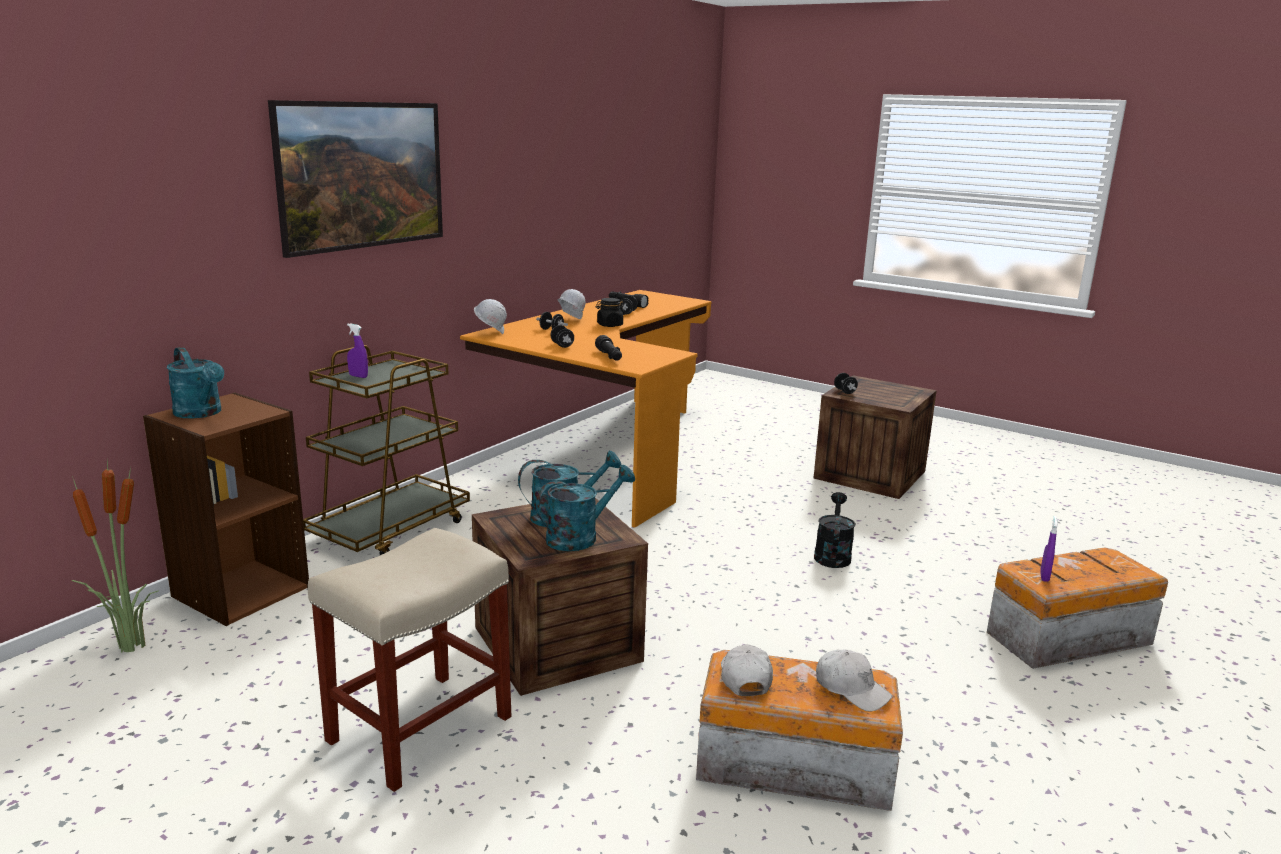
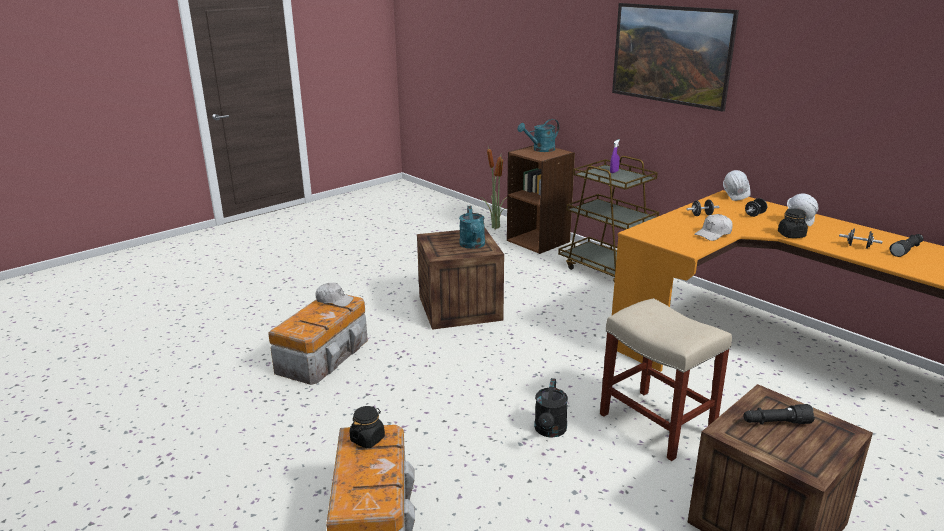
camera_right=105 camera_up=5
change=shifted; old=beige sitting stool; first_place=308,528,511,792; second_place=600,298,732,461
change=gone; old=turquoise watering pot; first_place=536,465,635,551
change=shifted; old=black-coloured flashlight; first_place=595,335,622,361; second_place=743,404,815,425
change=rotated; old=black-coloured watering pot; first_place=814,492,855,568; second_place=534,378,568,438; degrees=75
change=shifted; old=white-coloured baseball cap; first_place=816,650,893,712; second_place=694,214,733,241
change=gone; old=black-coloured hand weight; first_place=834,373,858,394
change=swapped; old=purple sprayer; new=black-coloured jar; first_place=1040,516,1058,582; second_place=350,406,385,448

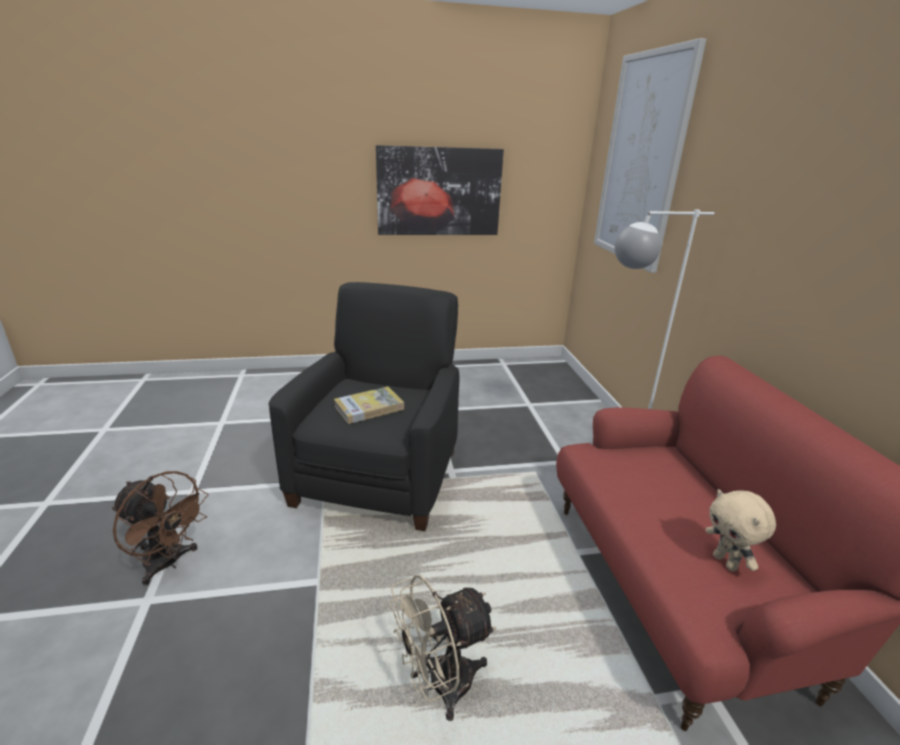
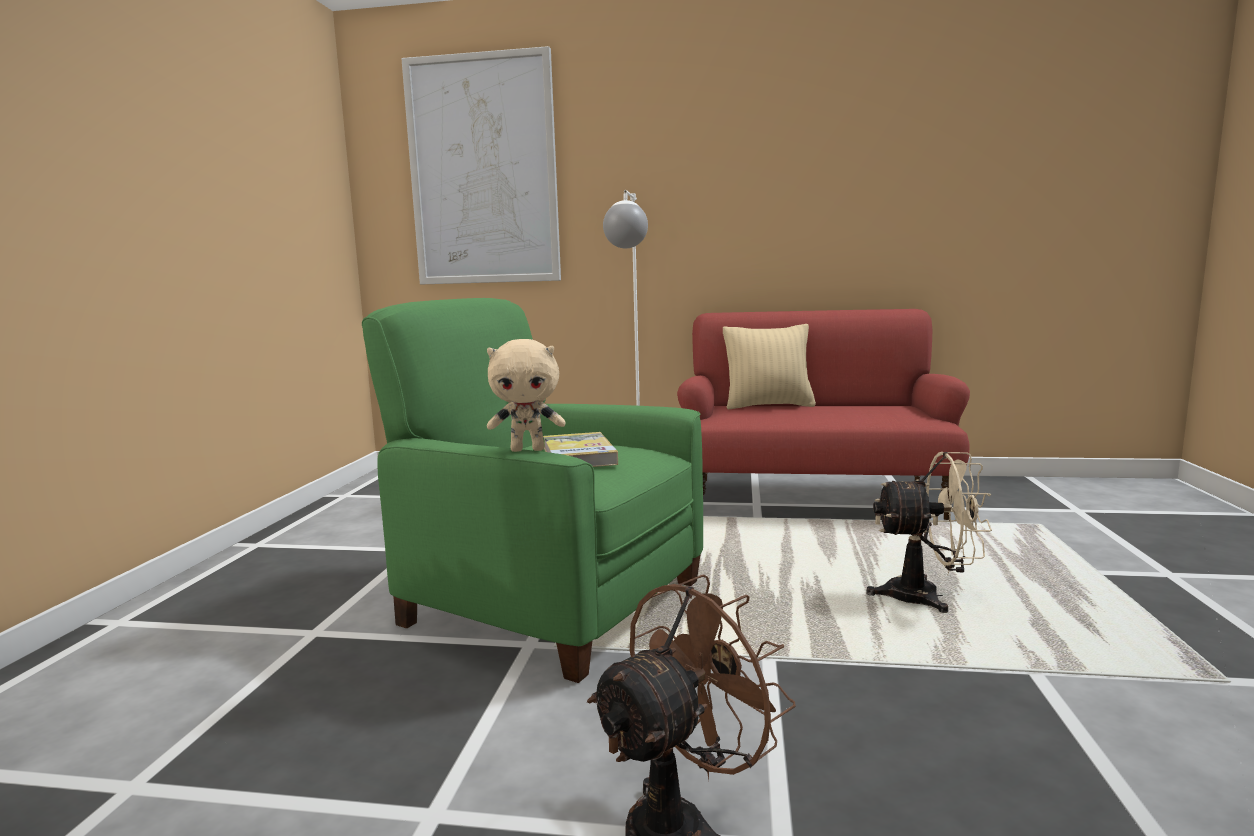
camera_right=-70 camera_up=-15
change=repainted; old=black-coloured lounge chair; new=green lounge chair; first_place=269,282,460,531; second_place=362,298,703,683
change=gone; old=picture; first_place=376,145,504,235
change=rotated; old=beige fan; first_place=389,575,497,721; second_place=866,452,992,613; degrees=-75
change=shifted; old=beige soft toy; first_place=705,489,776,571; second_place=487,339,566,452
change=new; new=beige cushion; second_place=723,324,816,409

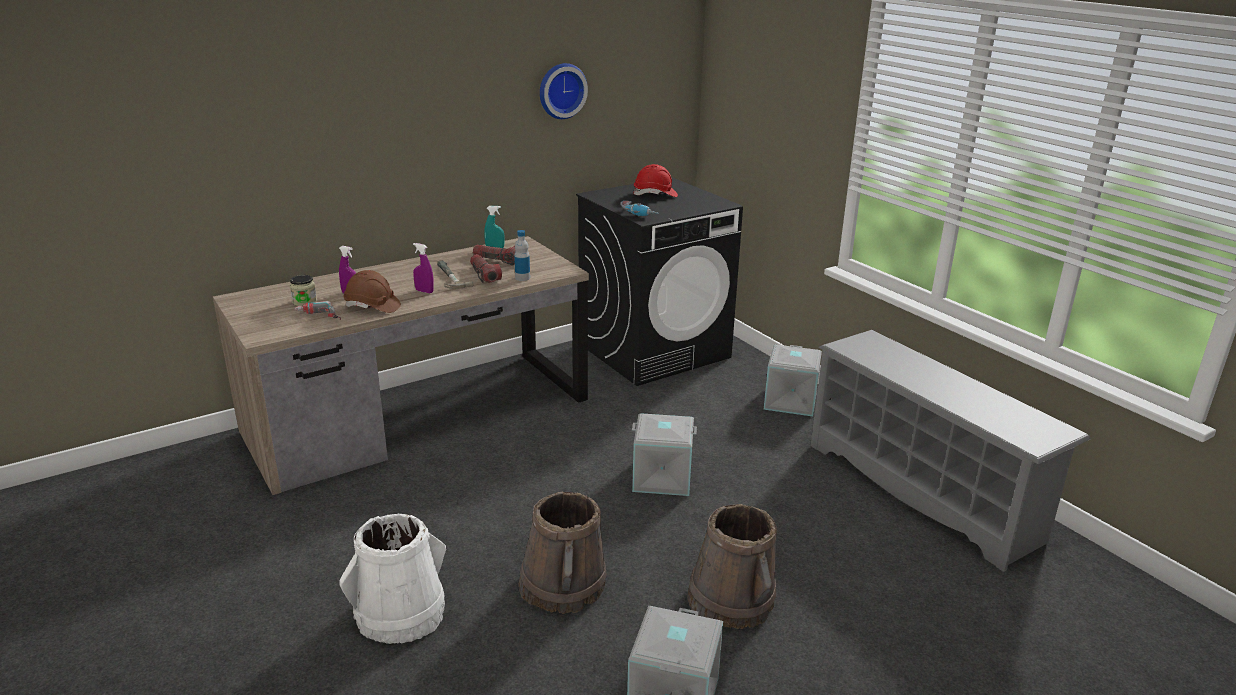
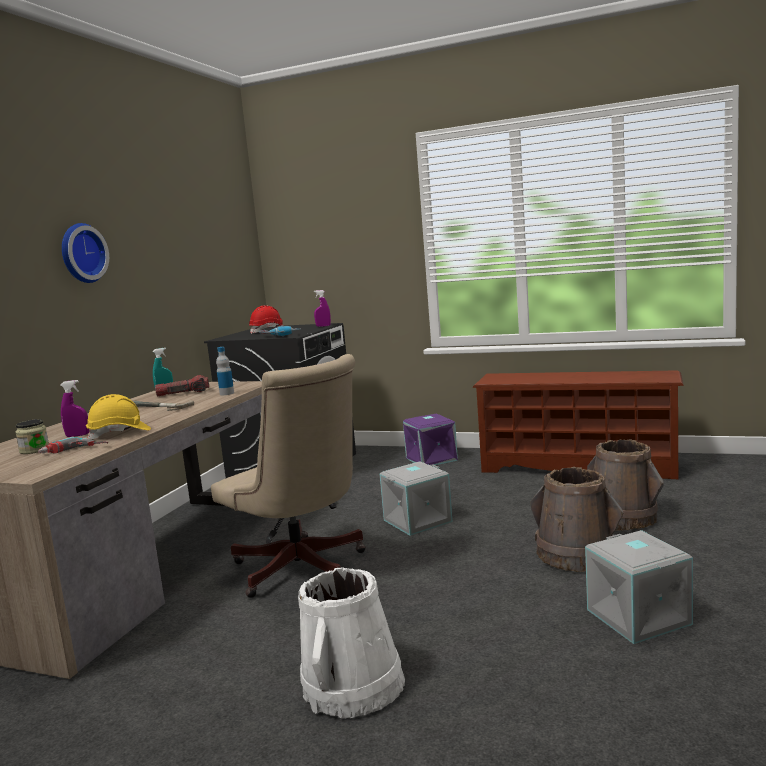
camera_right=-35 camera_up=-15
change=repainted; old=brownish work helmet; new=yellowish work helmet; first_place=344,270,401,313; second_place=86,394,151,439
change=shifted; old=purple sprayer; first_place=413,243,434,293; second_place=314,290,331,327
change=gone; old=flashlight; first_place=470,254,502,283
change=shifted; old=brownish bucket; first_place=519,492,606,614; second_place=587,439,664,530
change=shifted; old=clock on the wall; first_place=540,63,588,119; second_place=62,223,109,283
change=repainted; old=gray storage box; new=purple storage box; first_place=764,344,822,416; second_place=403,414,458,465
change=repainted; old=gray shoe rack; new=brownish shoe rack; first_place=811,330,1091,572; second_place=472,370,684,479
change=new; new=beige office chair; second_place=211,354,366,598

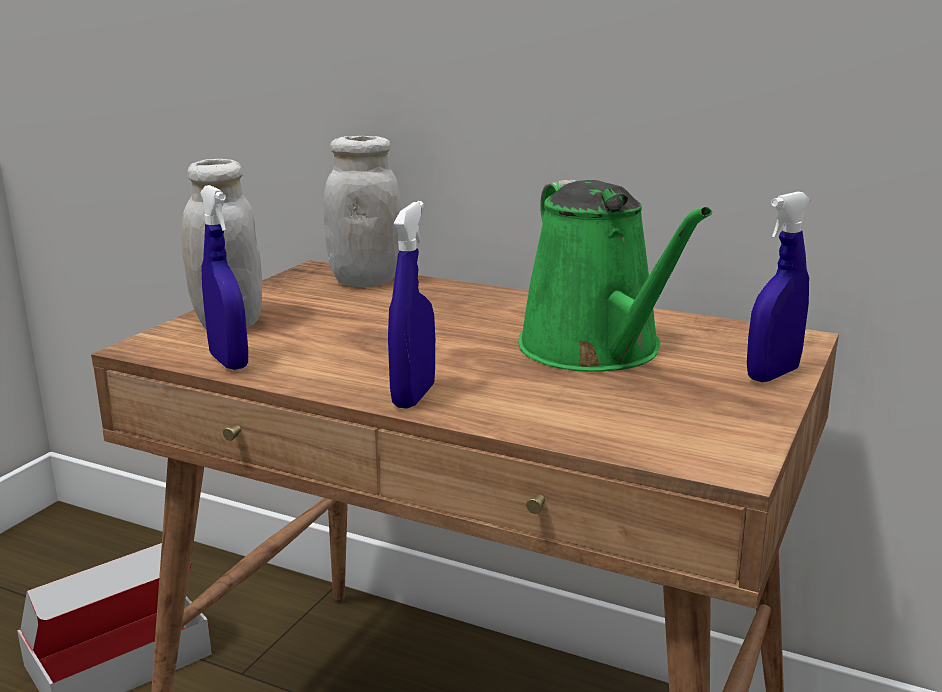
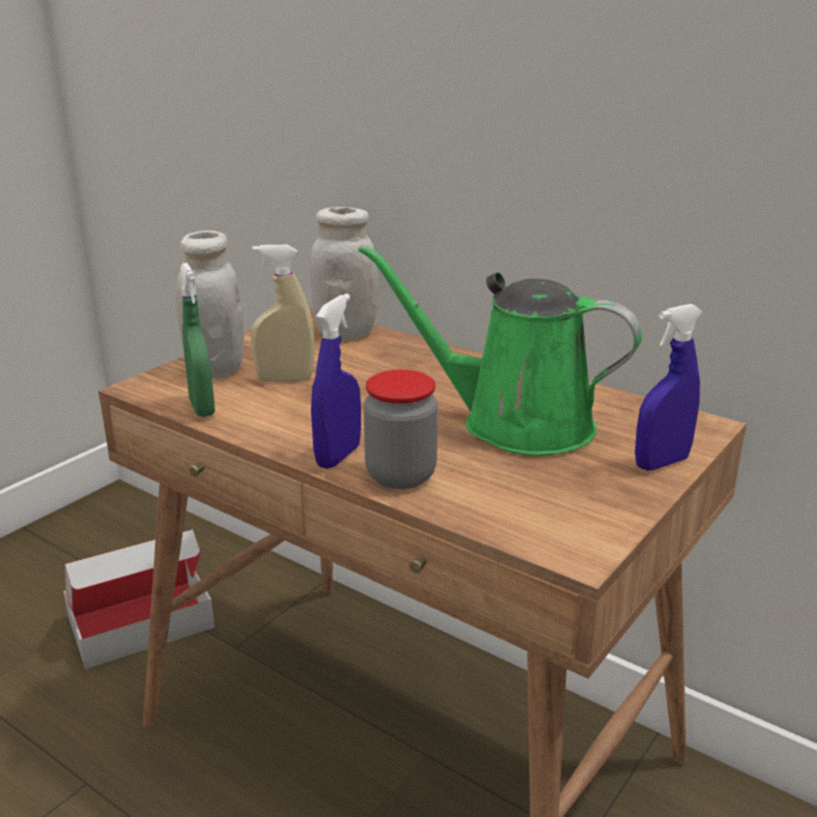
camera_right=10 camera_up=5
change=repainted; old=blue-coloured sprayer; new=green sprayer; first_place=200,185,248,370; second_place=180,263,215,417
change=rotated; old=green watering pot; first_place=518,180,712,372; second_place=358,244,642,456; degrees=120
change=new; new=beige sprayer; second_place=251,245,314,382
change=new; new=jar; second_place=364,370,438,489

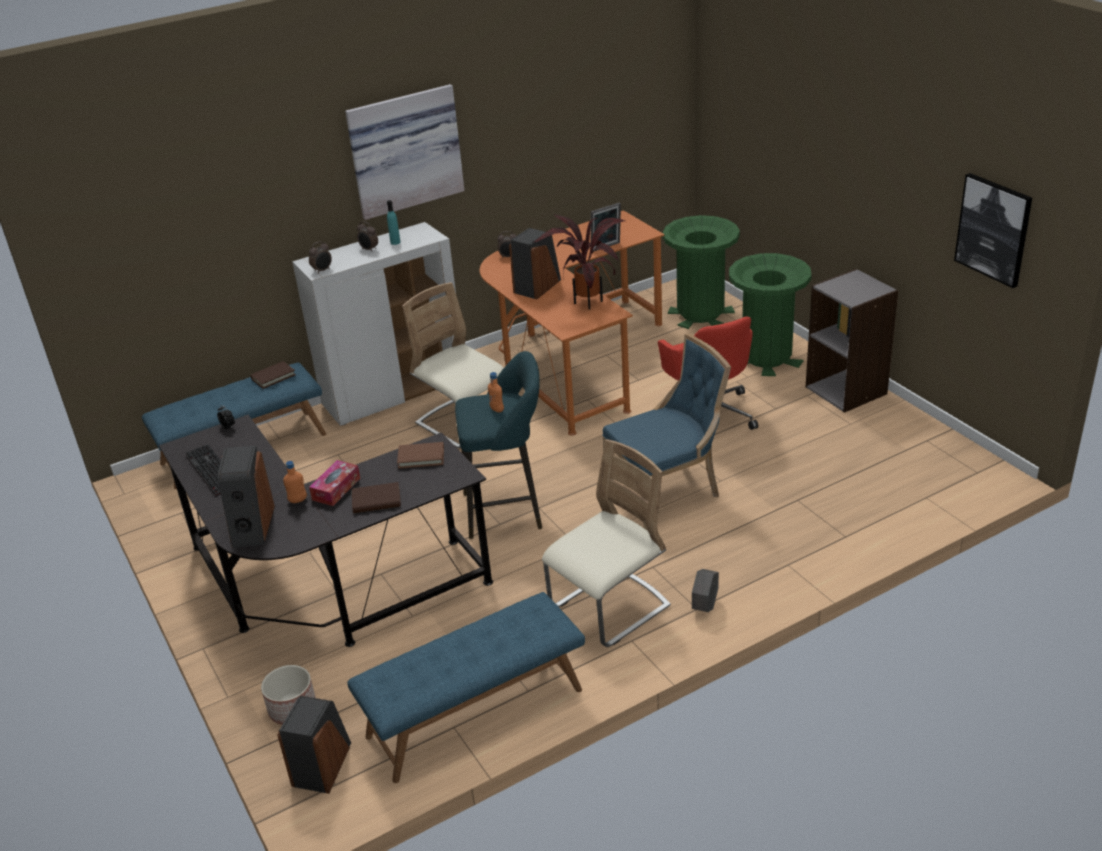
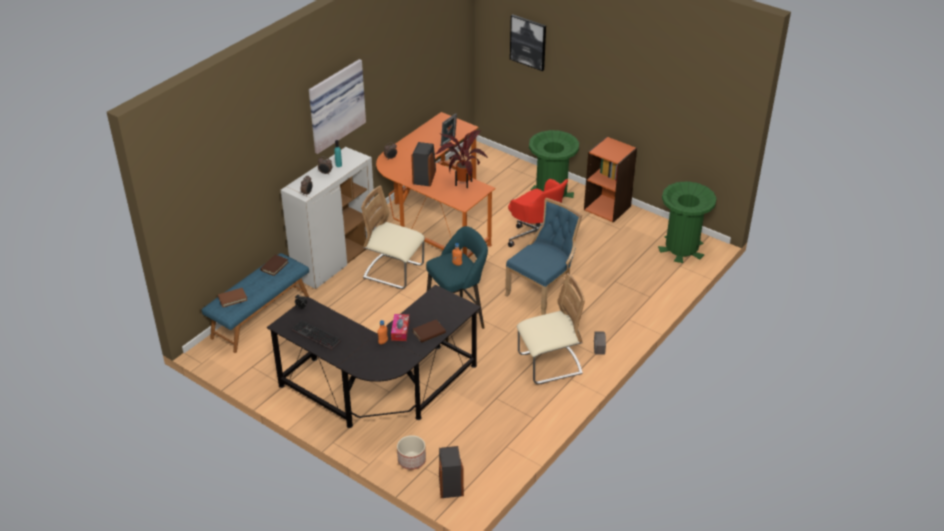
camera_right=-25 camera_up=5
change=gone; old=loudspeaker; first_place=218,445,275,548
change=gone; old=blue-coloured indoor bench; first_place=347,592,585,783
change=shifted; old=brownish bound book; first_place=397,442,444,469; second_place=218,288,247,307
change=rotated; old=beige plain chair; first_place=542,439,671,647; second_place=517,273,585,384; degrees=45
change=shifted; old=green waste bin; first_place=662,215,740,329; second_place=658,181,717,263
change=repainted; old=gray shelving unit; new=orange-coloured shelving unit; first_place=806,269,899,413; second_place=584,136,637,223
change=shifted; old=picture; first_place=954,173,1032,288; second_place=510,14,546,71

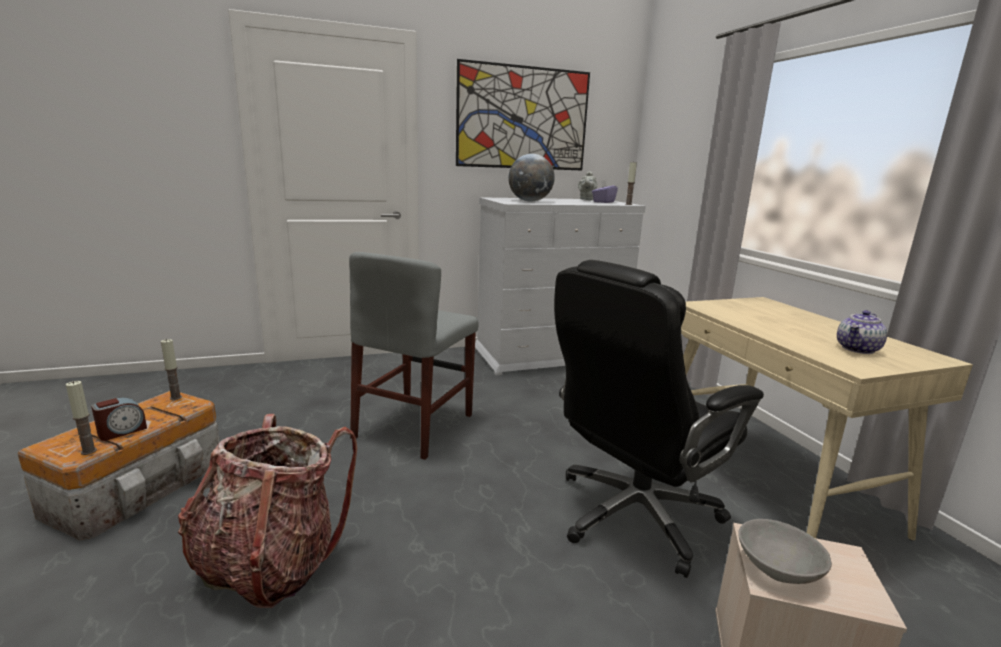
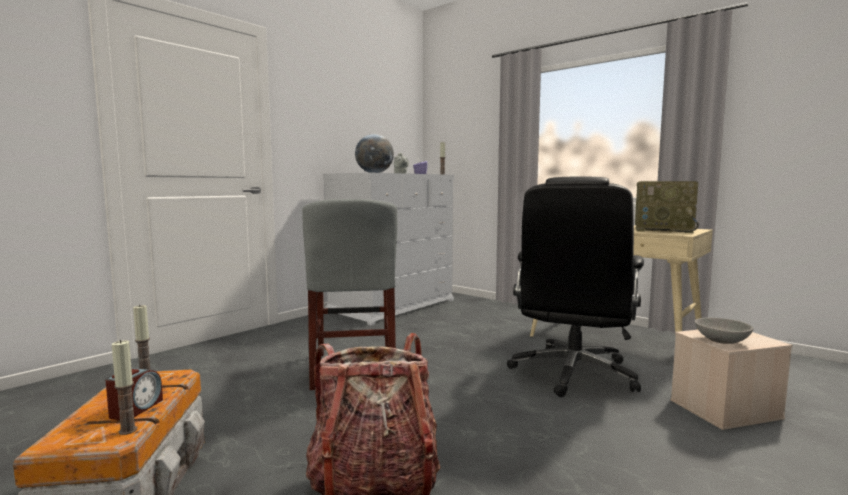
camera_right=-30 camera_up=-10
change=gone; old=picture; first_place=456,59,590,170
change=swapped; old=teapot; new=radio set; first_place=837,310,887,354; second_place=635,181,699,233

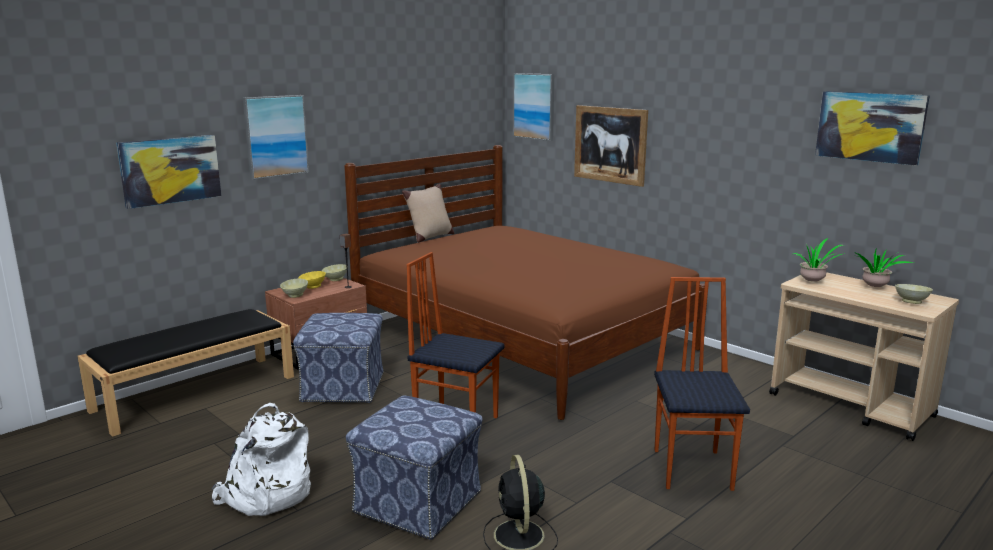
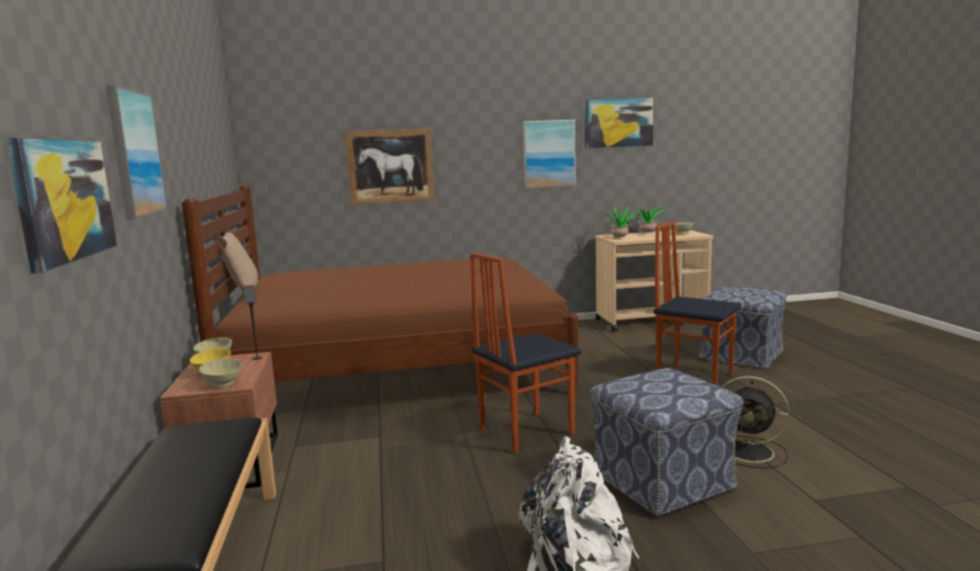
camera_right=-55 camera_up=-5
change=shifted; old=ottoman; first_place=293,313,384,403; second_place=699,287,787,369
change=shifted; old=picture; first_place=513,73,554,141; second_place=523,120,576,188

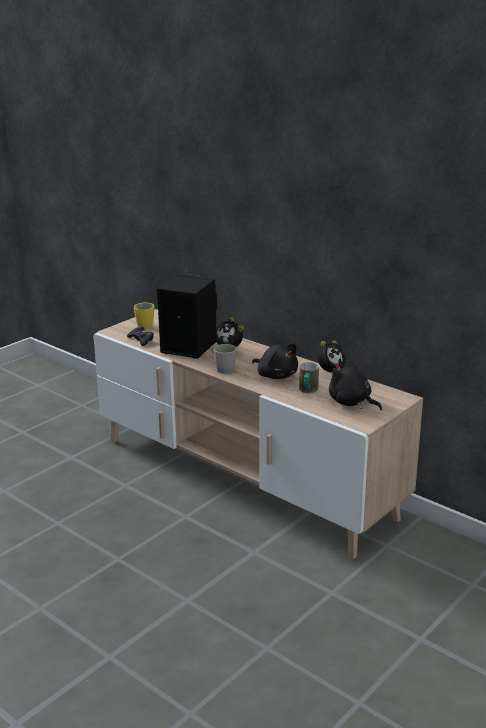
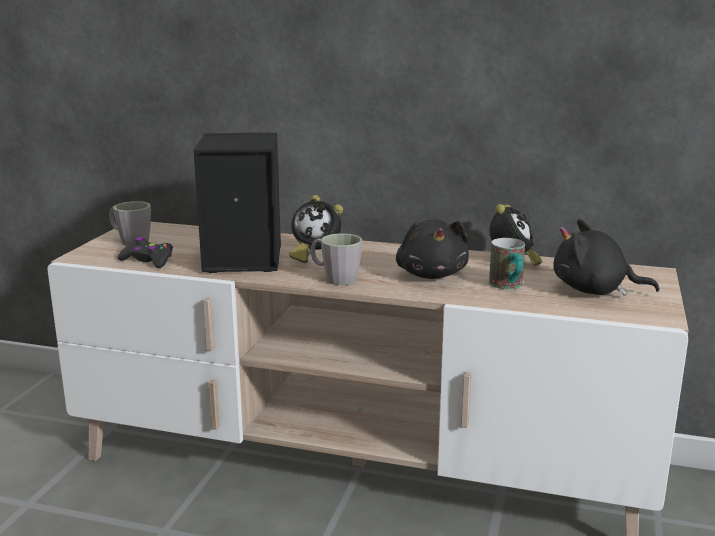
camera_right=-25 camera_up=-5
change=repainted; old=yellowish mug; new=gray mug; first_place=134,302,154,329; second_place=109,201,151,246
change=rotated; old=black-coloured soft toy; first_place=252,343,298,379; second_place=396,219,469,279; degrees=60

